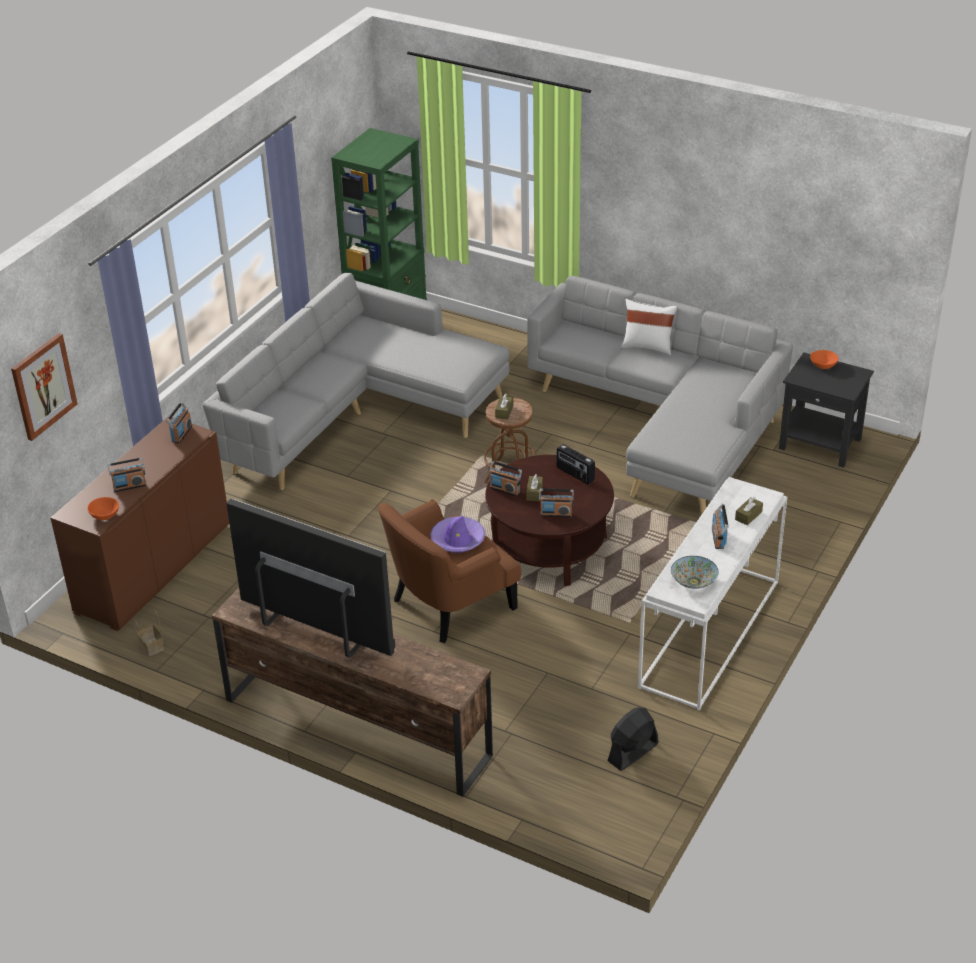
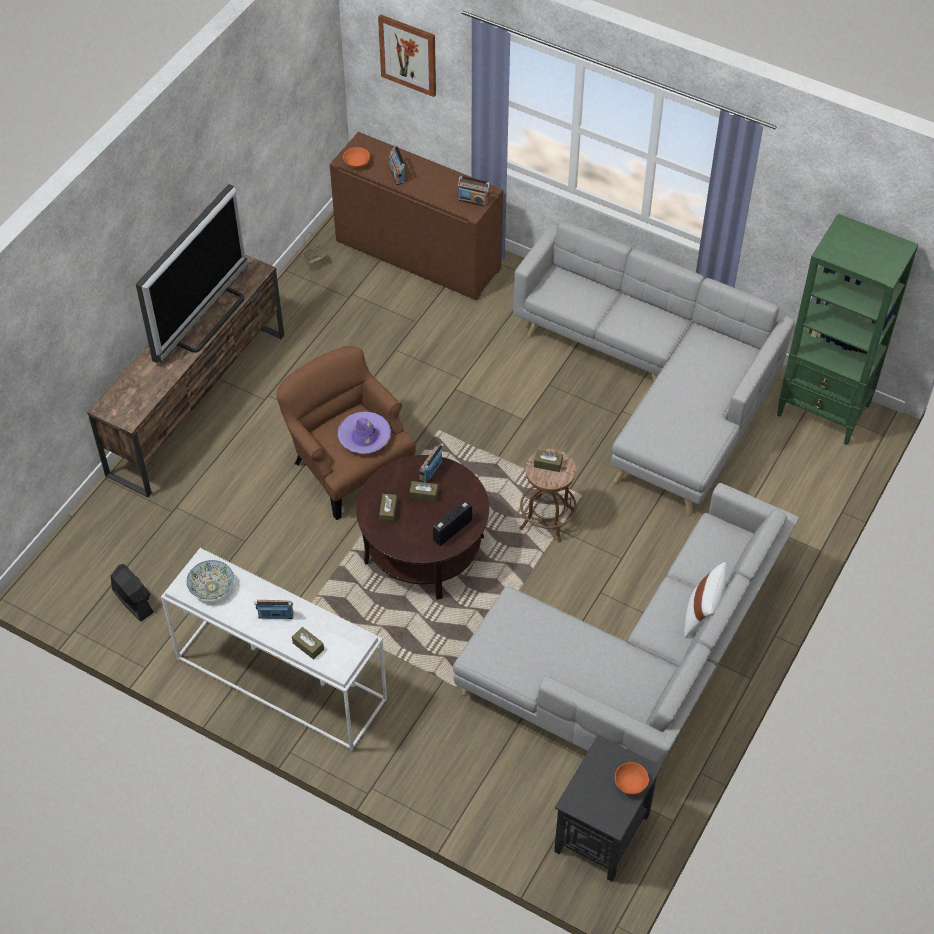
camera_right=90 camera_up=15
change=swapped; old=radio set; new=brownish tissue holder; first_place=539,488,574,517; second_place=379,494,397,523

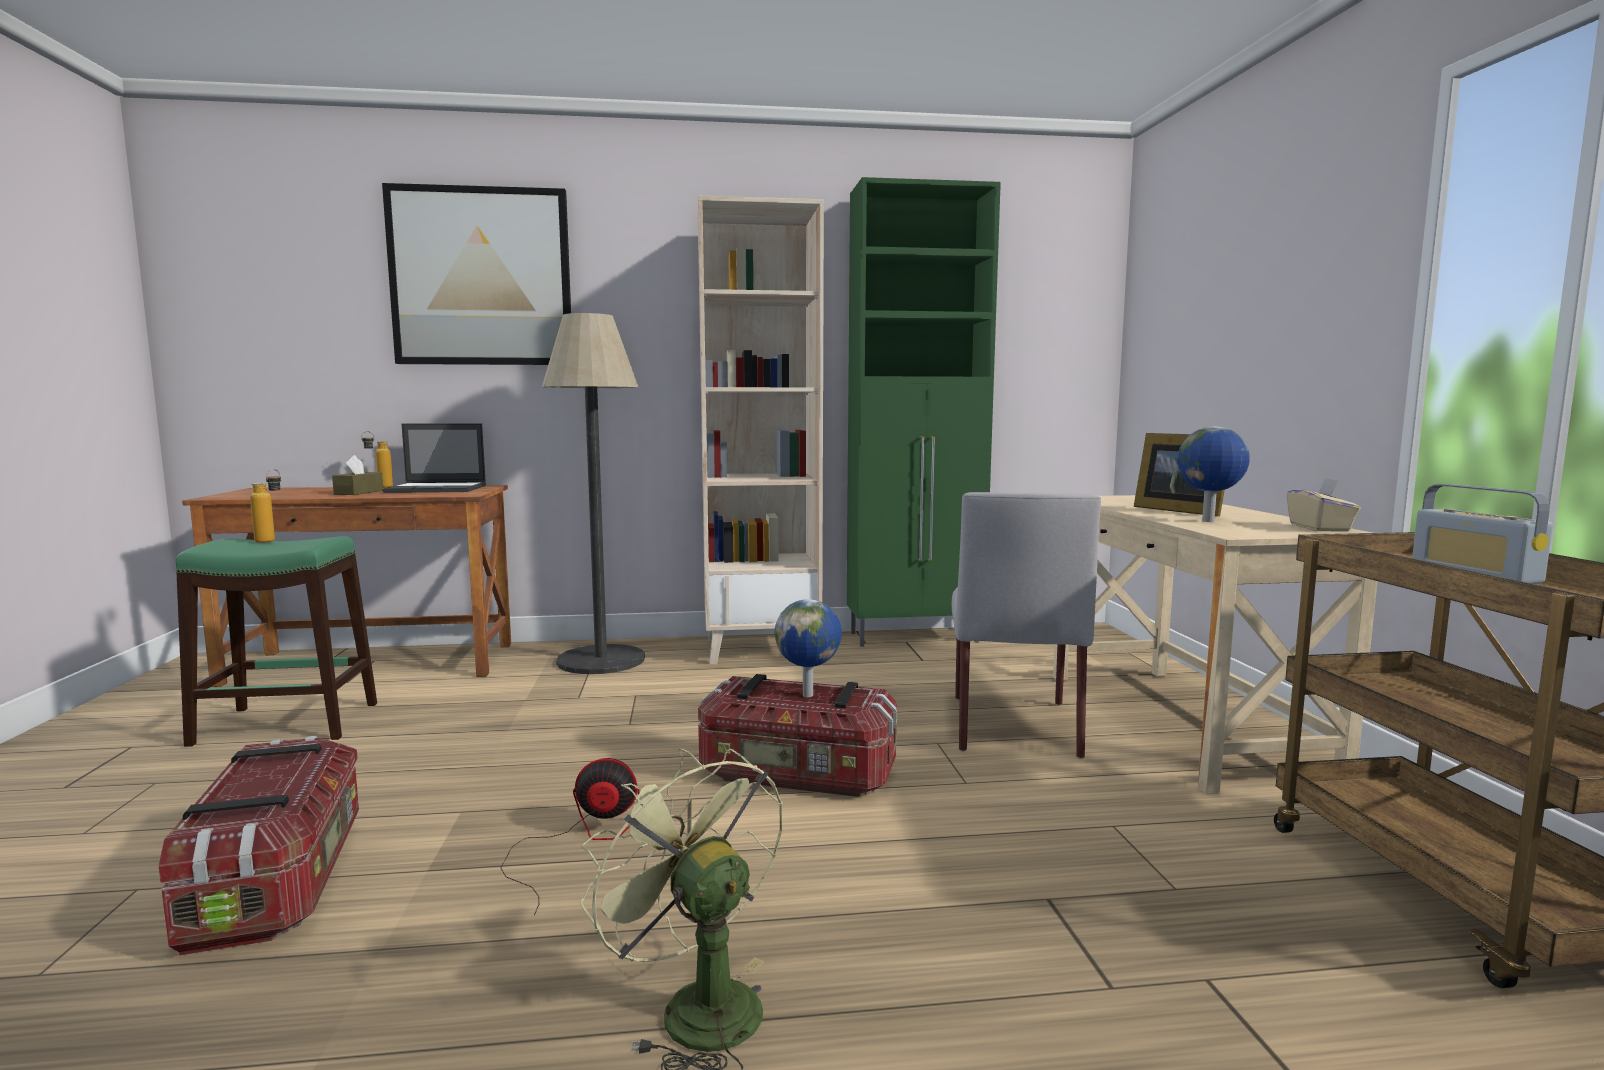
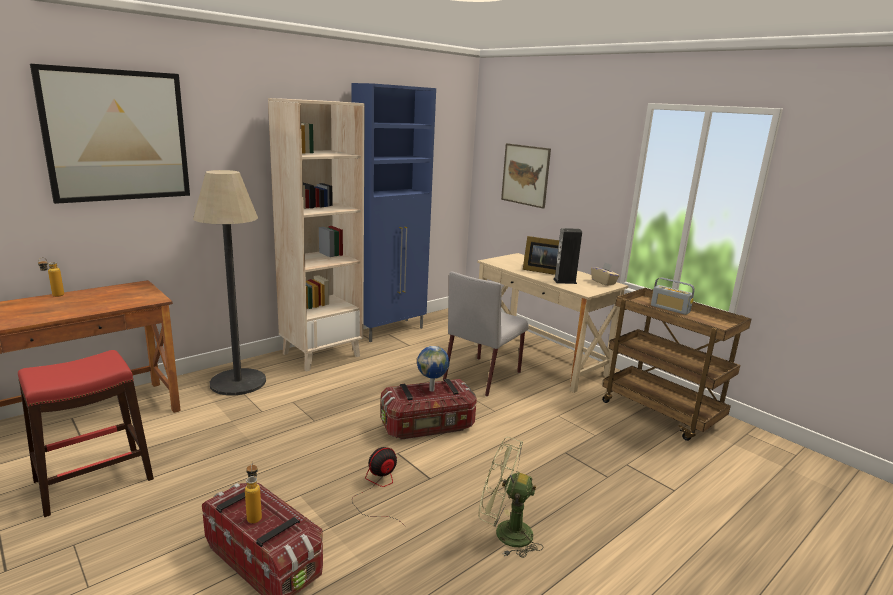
camera_right=-35 camera_up=10
change=repainted; old=green sitting stool; new=reddish sitting stool; first_place=176,536,377,747; second_place=18,350,154,517
change=shifted; old=bottle; first_place=250,469,281,543; second_place=245,461,262,524
change=gone; old=brownish tissue holder; first_place=332,455,383,495
change=gone; old=notebook computer; first_place=382,423,486,493
change=repainted; old=green storage cabinet; new=blue-coloured storage cabinet; first_place=847,177,1001,647; second_place=352,83,436,342
change=rotated; old=gray plain chair; first_place=952,492,1101,759; second_place=443,272,529,397; degrees=60
change=swapped; old=world globe; new=loudspeaker; first_place=1177,426,1250,522; second_place=553,228,582,284
change=new; new=picture; second_place=501,143,551,209

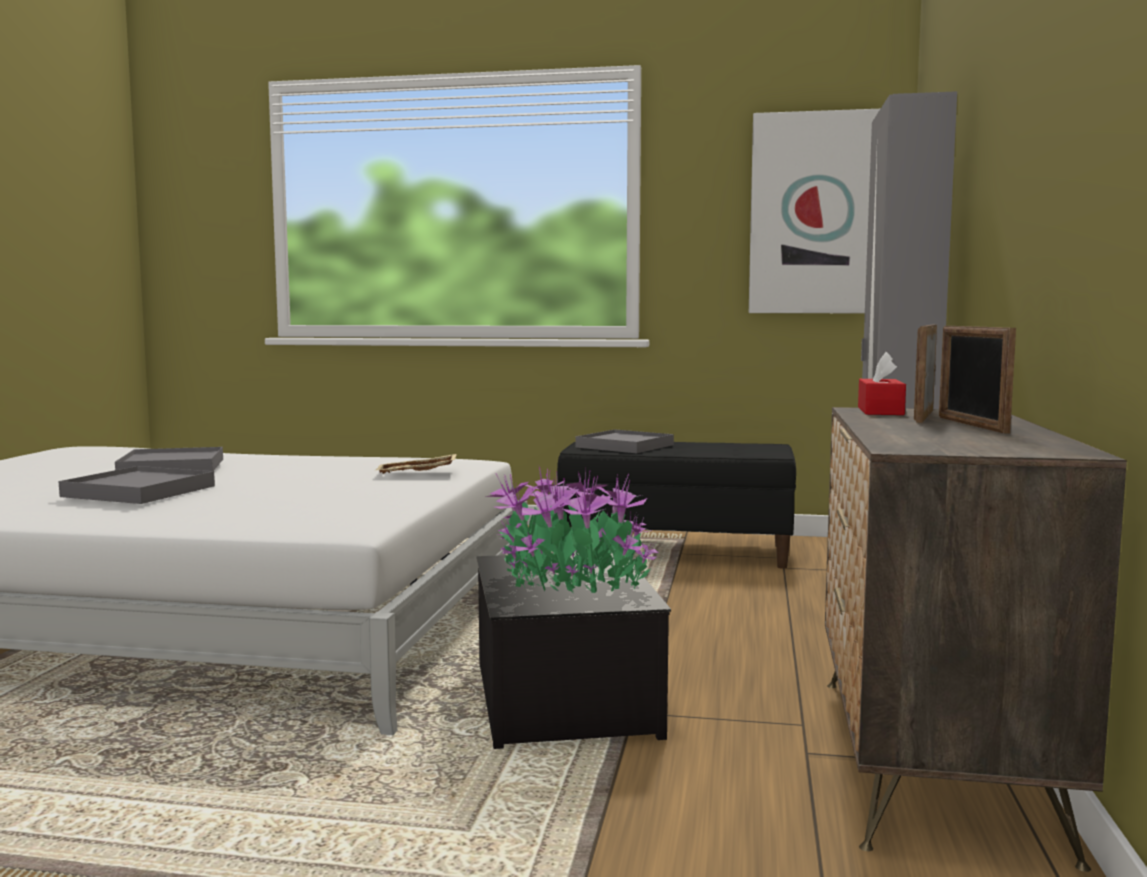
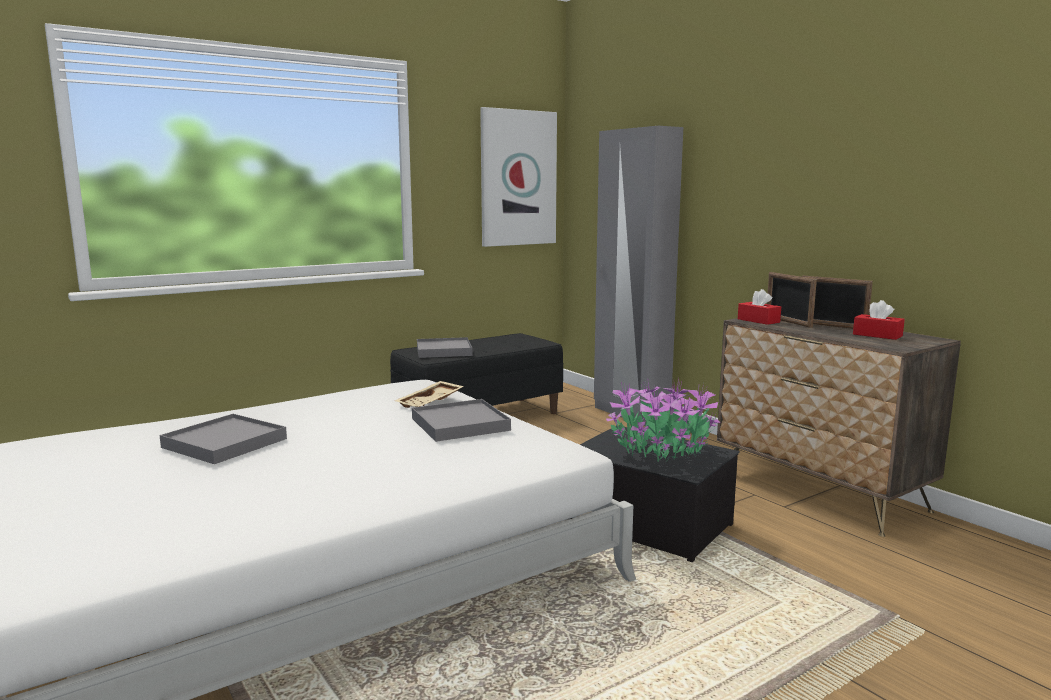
camera_right=-45 camera_up=5
change=shifted; old=gray serving tray; first_place=59,466,215,504; second_place=412,399,511,442
change=new; new=reddish tissue holder; second_place=853,300,905,340

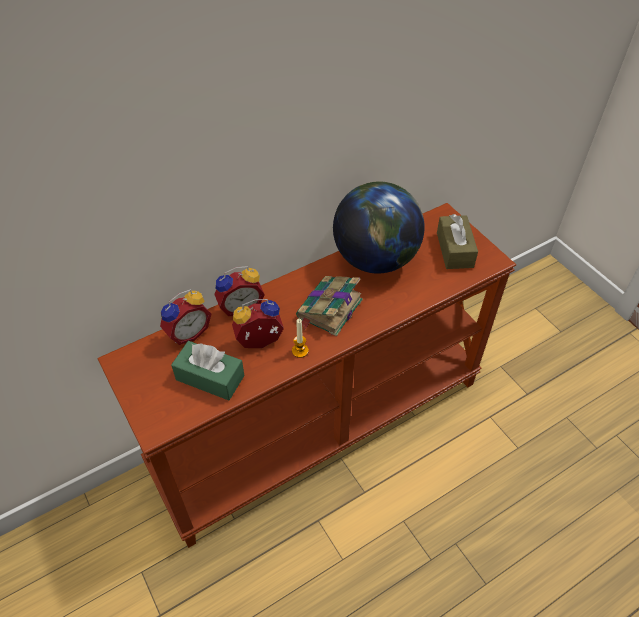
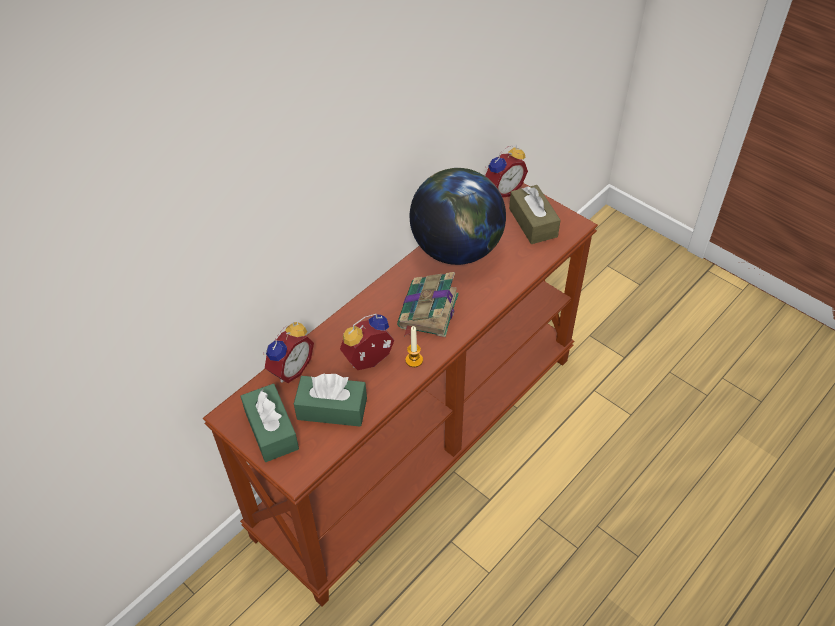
camera_right=-15 camera_up=0
change=shifted; old=table clock; first_place=214,266,265,316; second_place=485,144,528,198
change=new; new=green tissue holder; second_place=241,384,299,462

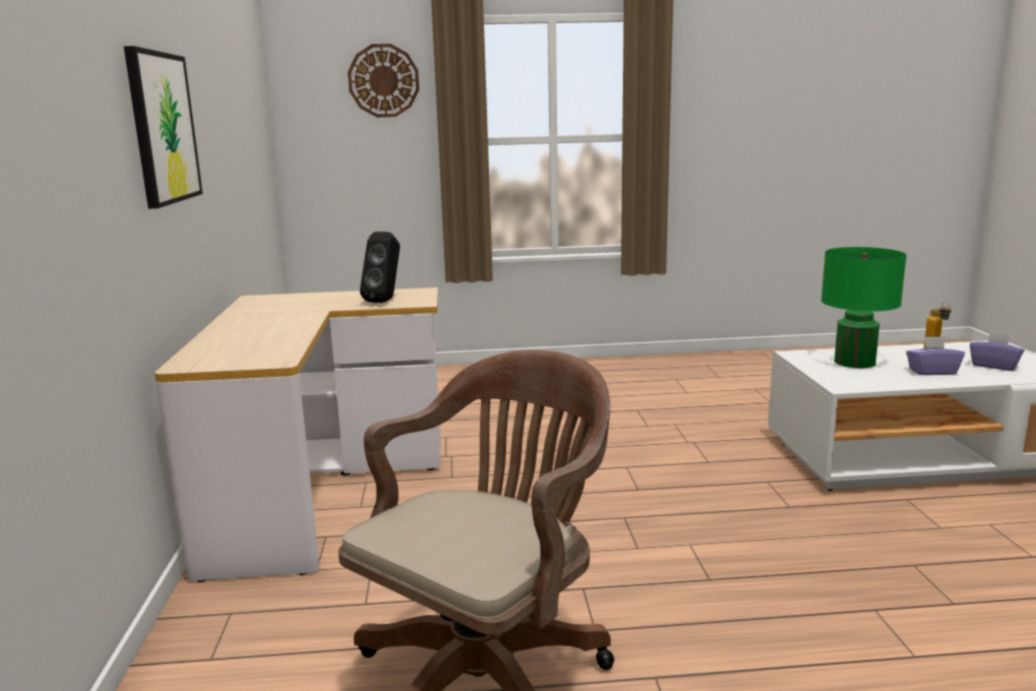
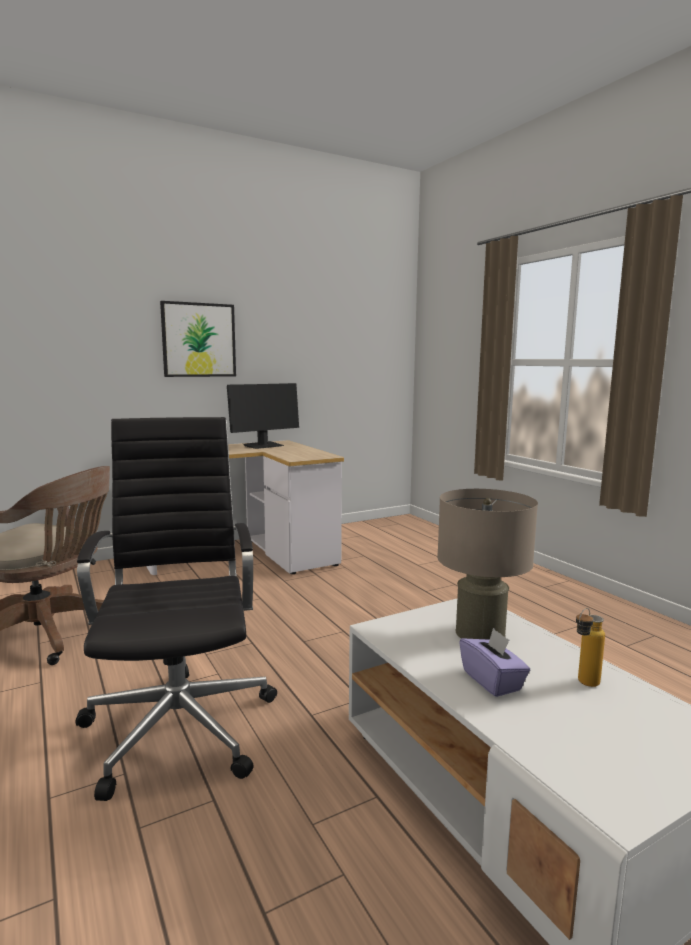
camera_right=65 camera_up=-5
change=gone; old=clock on the wall; first_place=348,44,419,117
change=gone; old=black-coloured loudspeaker; first_place=360,231,400,303
change=repainted; old=green lamp for a table; new=beige lamp for a table; first_place=821,247,907,368; second_place=437,489,538,640
change=gone; old=purple tissue holder; first_place=970,330,1025,371
change=new; new=black-coloured office chair; second_place=75,417,277,801
change=new; new=computer screen; second_place=227,383,299,449

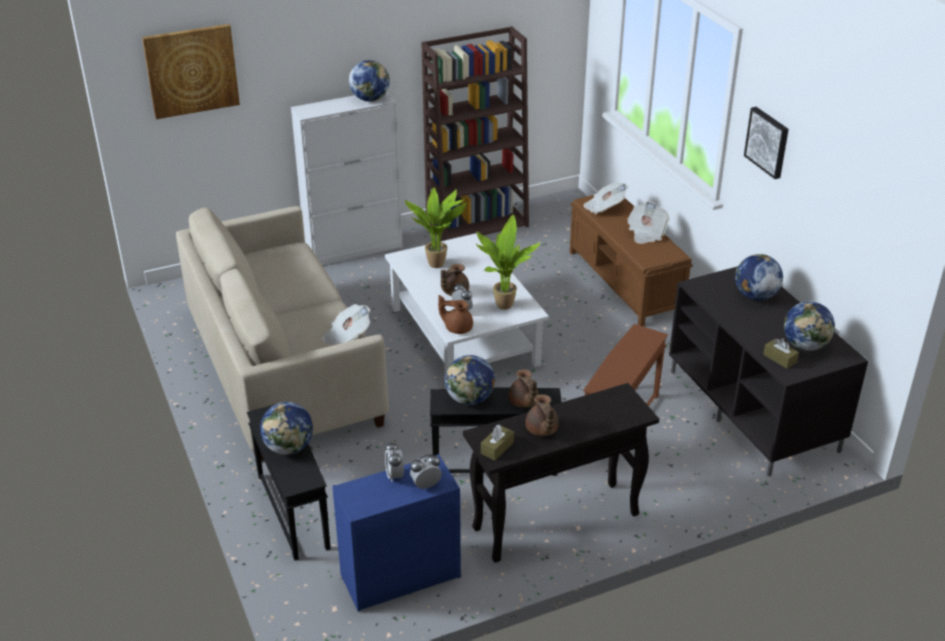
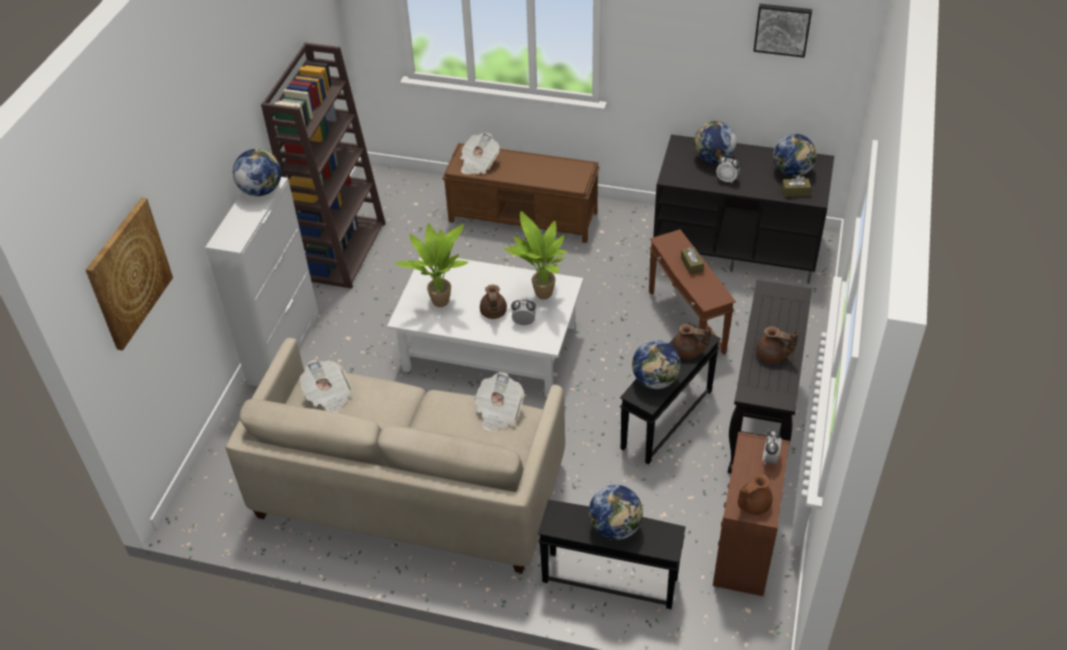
camera_right=-50 camera_up=10
change=repainted; old=blue-coloured dresser; new=brownish dresser; first_place=332,454,461,612; second_place=713,432,790,596
change=shifted; old=table clock; first_place=385,442,404,482; second_place=716,155,740,183
change=shifted; old=brownish teapot; first_place=438,295,473,334; second_place=738,474,773,515
change=shifted; old=brownish tissue holder; first_place=481,425,514,460; second_place=681,247,704,275
change=shifted; old=daily paper; first_place=627,201,669,244; second_place=299,360,353,413
change=shifted; old=picture; first_place=744,107,789,179; second_place=753,4,812,58

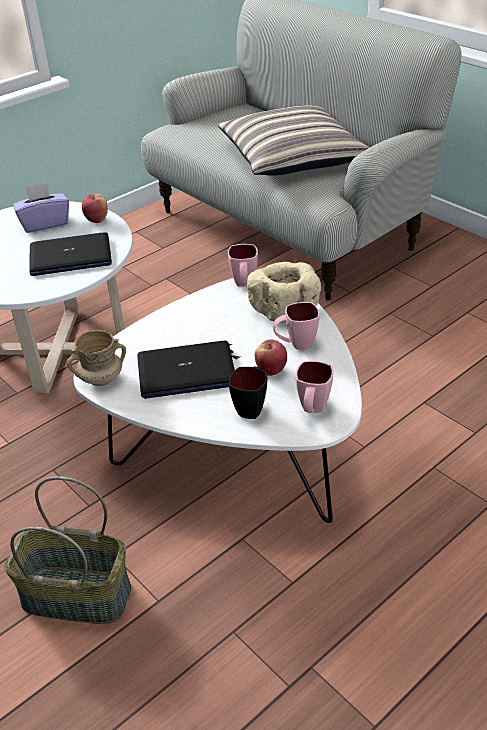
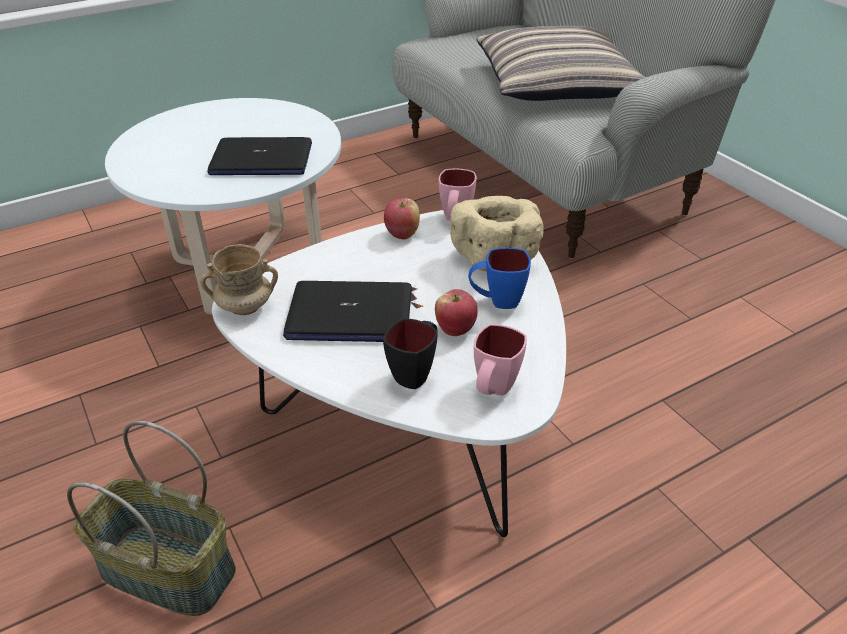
camera_right=10 camera_up=0
change=gone; old=purple tissue holder; first_place=13,183,69,233
change=shifted; old=apple fruit; first_place=82,193,108,223; second_place=384,198,420,240
change=repainted; old=pinkish mug; new=blue-coloured mug; first_place=273,302,320,350; second_place=468,247,531,309

